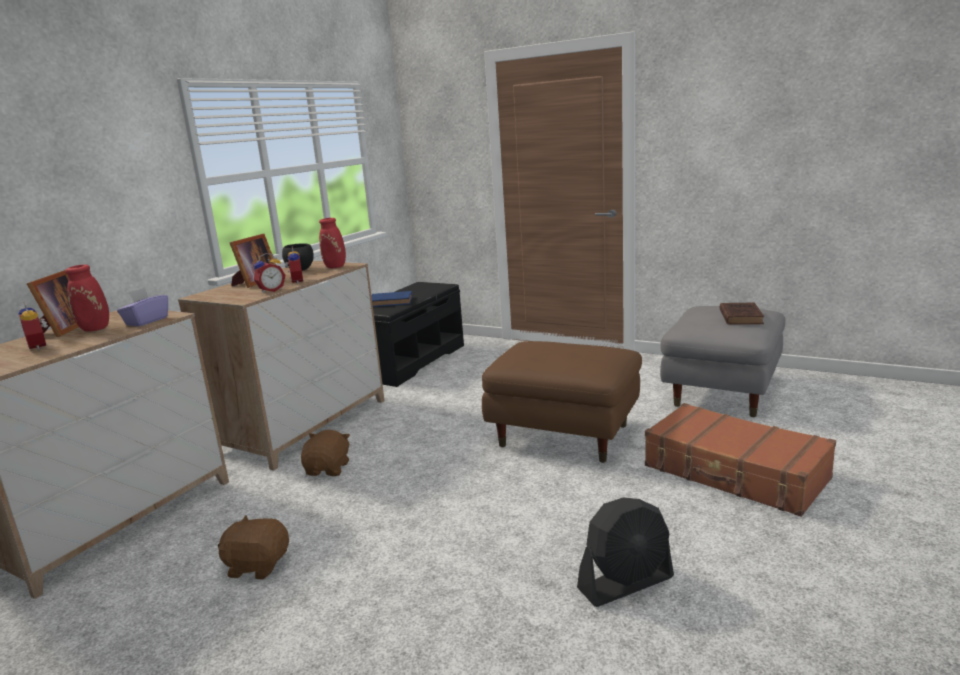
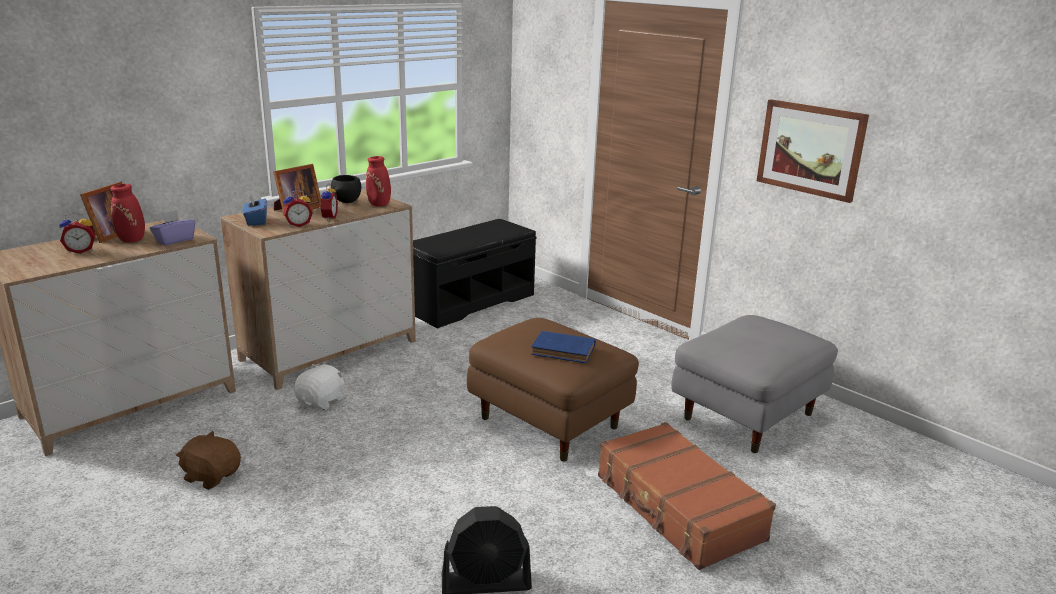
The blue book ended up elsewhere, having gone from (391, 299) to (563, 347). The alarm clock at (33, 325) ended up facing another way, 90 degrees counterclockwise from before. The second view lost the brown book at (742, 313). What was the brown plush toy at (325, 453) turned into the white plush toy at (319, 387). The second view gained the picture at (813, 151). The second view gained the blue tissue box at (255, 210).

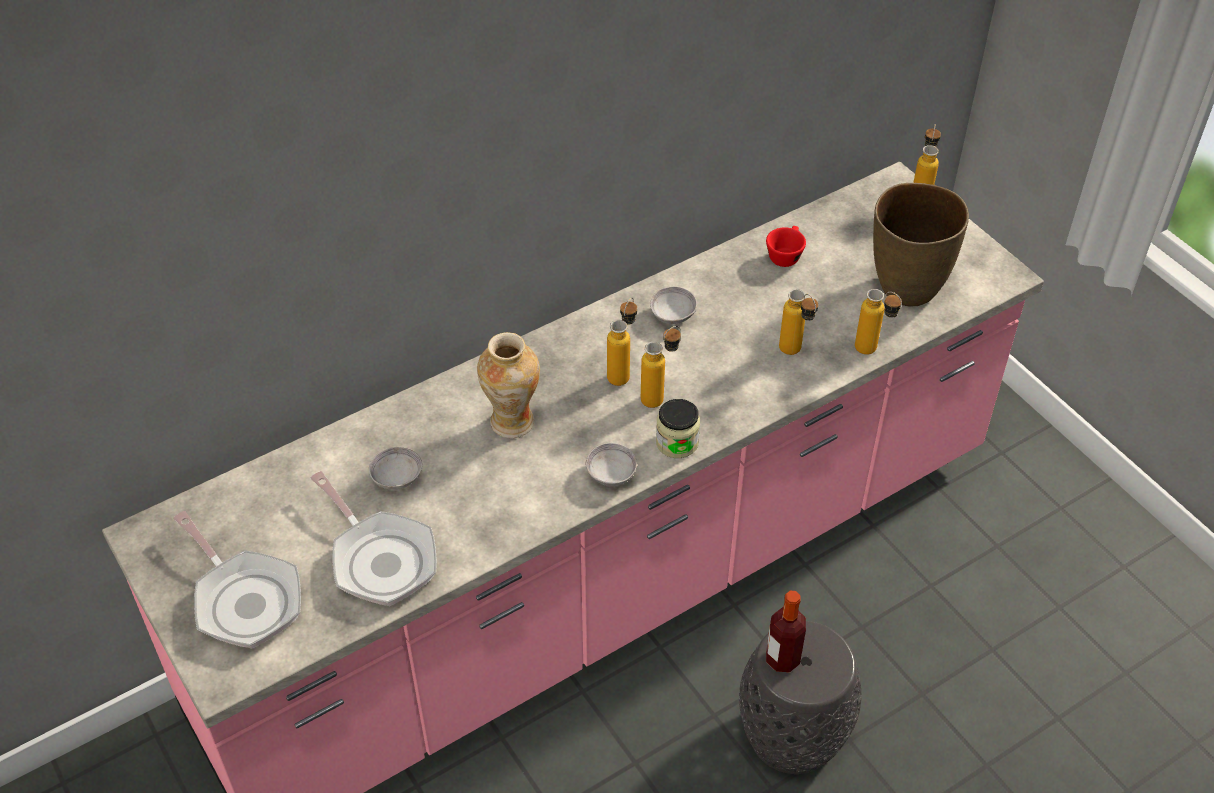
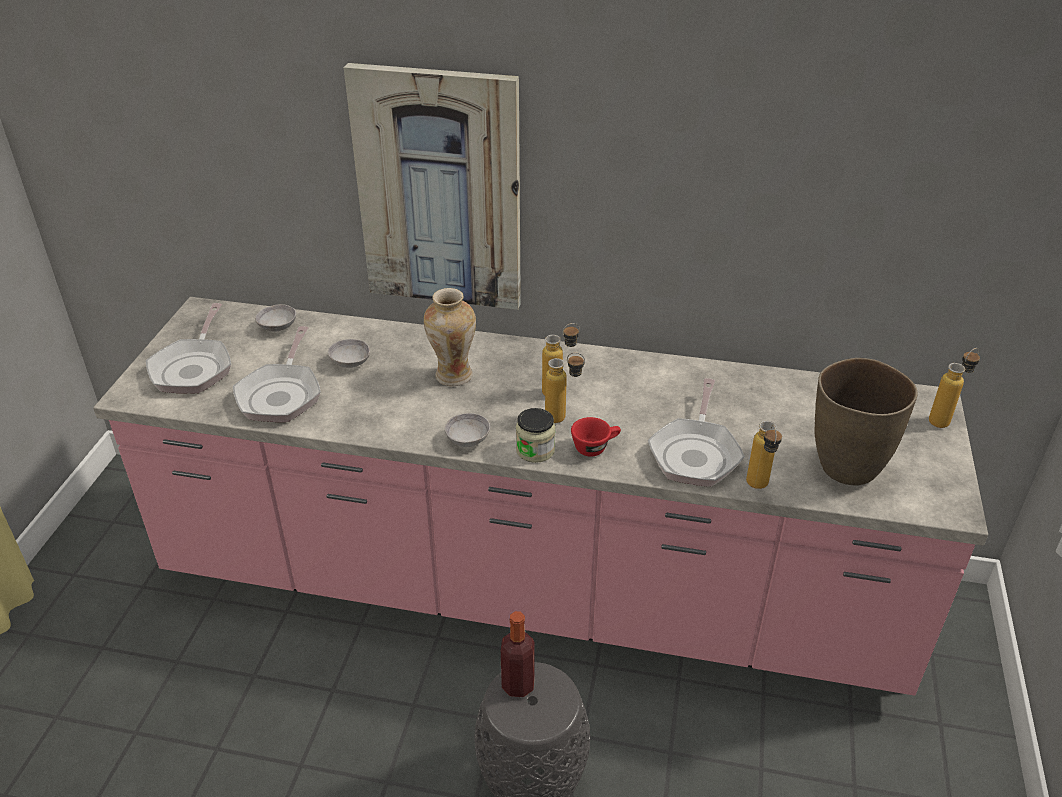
The red cup ended up elsewhere, having gone from (786, 246) to (596, 437). The grey bowl ended up elsewhere, having gone from (673, 305) to (275, 318). Where the bottle stood at (798, 322), the frying pan came to stand at (696, 432). The second view gained the picture at (432, 186).

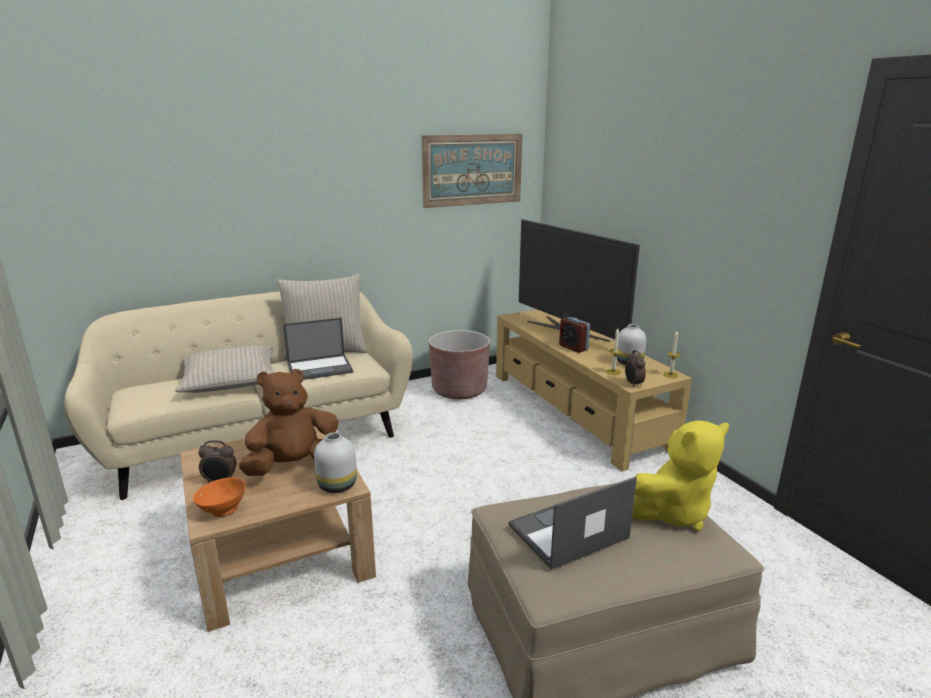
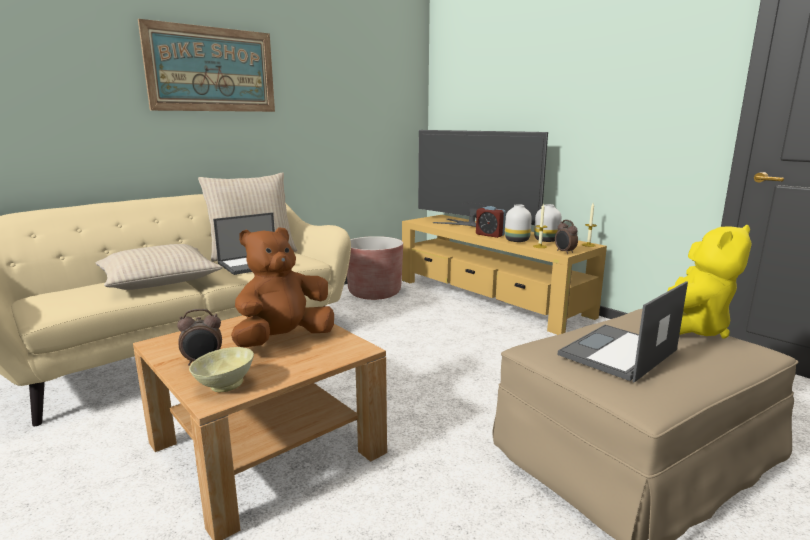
The picture ended up elsewhere, having gone from (472, 171) to (206, 65). The white vase ended up elsewhere, having gone from (335, 462) to (518, 223). What was the orange bowl at (219, 497) turned into the beige bowl at (221, 369).

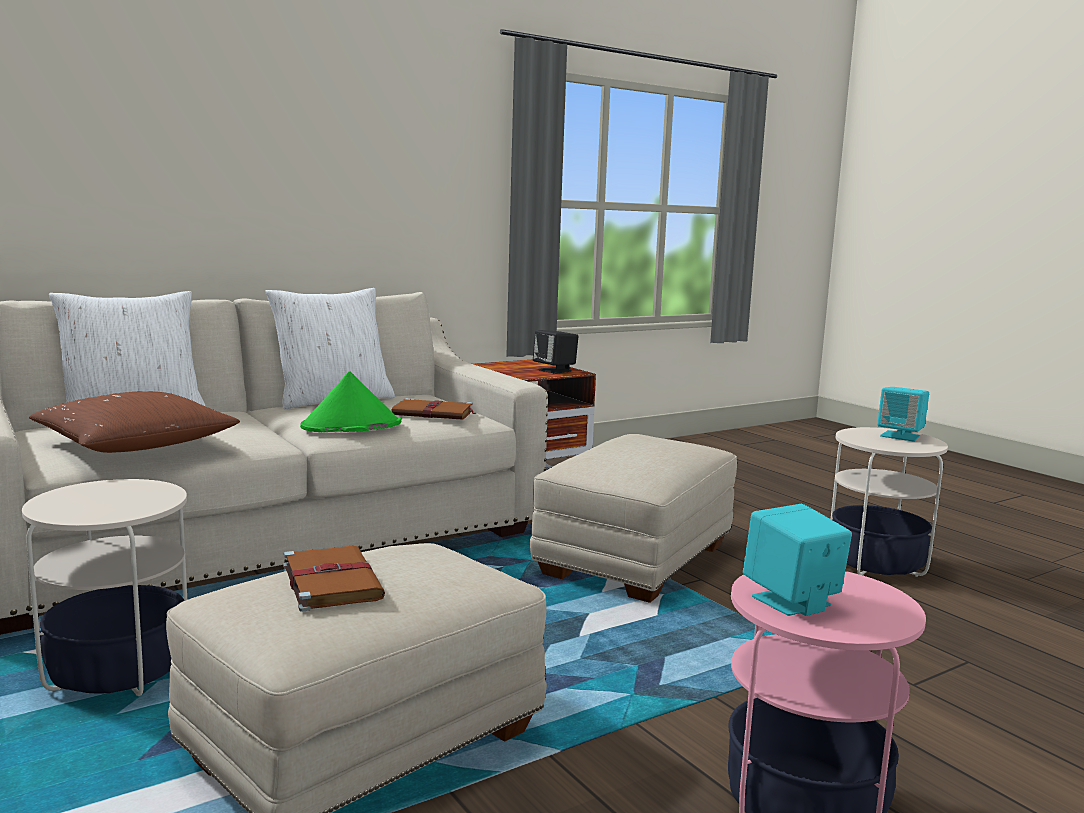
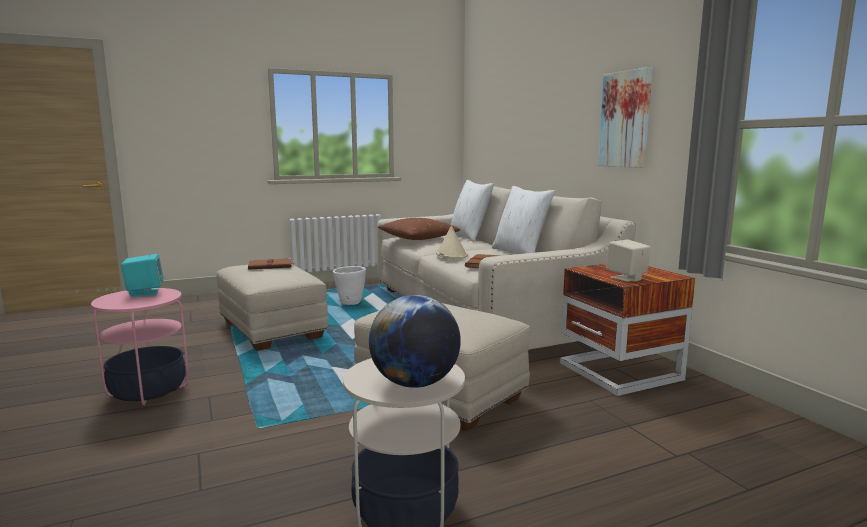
What was the black speaker at (556, 352) turned into the beige speaker at (628, 260). What was the green hat at (350, 401) turned into the beige hat at (452, 242). Where the turquoise speaker stood at (903, 414), the globe came to stand at (415, 341). Where the beige side table stood at (104, 587), the white planter came to stand at (349, 285). The second view gained the picture at (625, 117).

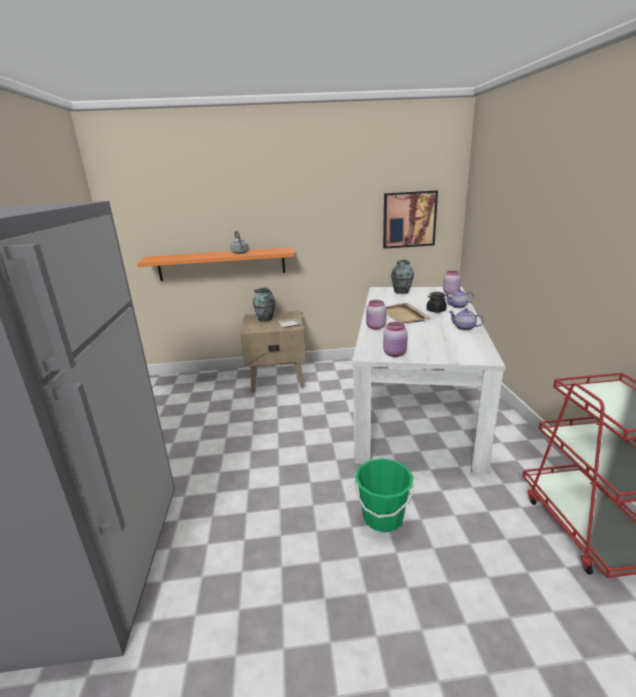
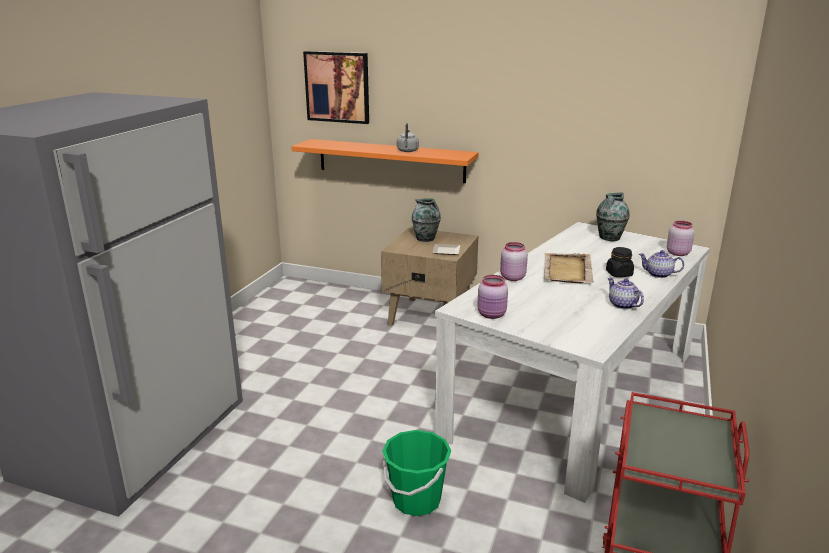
The picture ended up elsewhere, having gone from (410, 219) to (336, 87).

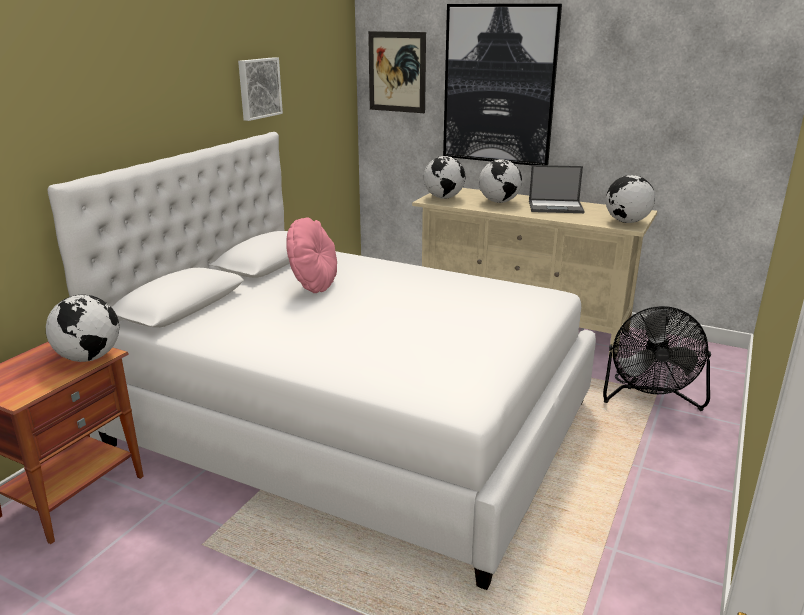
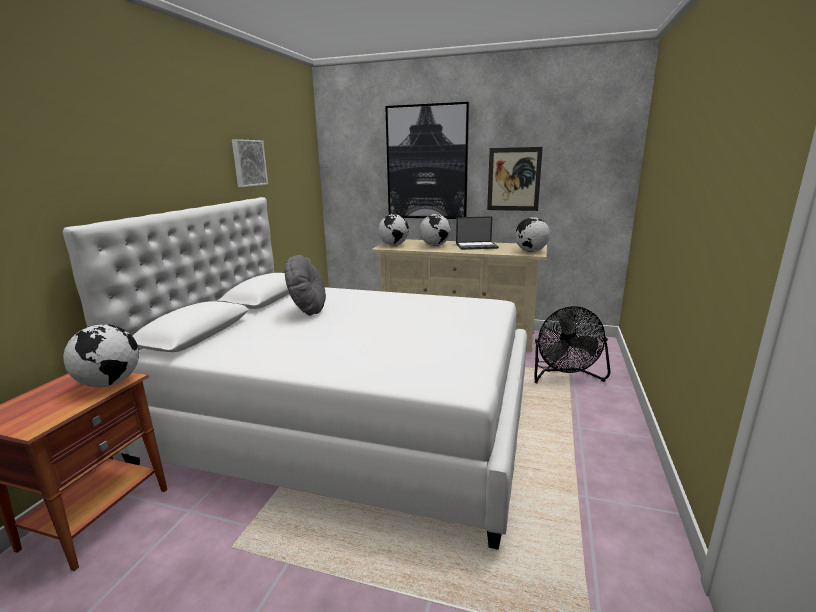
The picture ended up elsewhere, having gone from (397, 72) to (515, 179). What was the pink pillow at (311, 255) turned into the grey pillow at (305, 285).

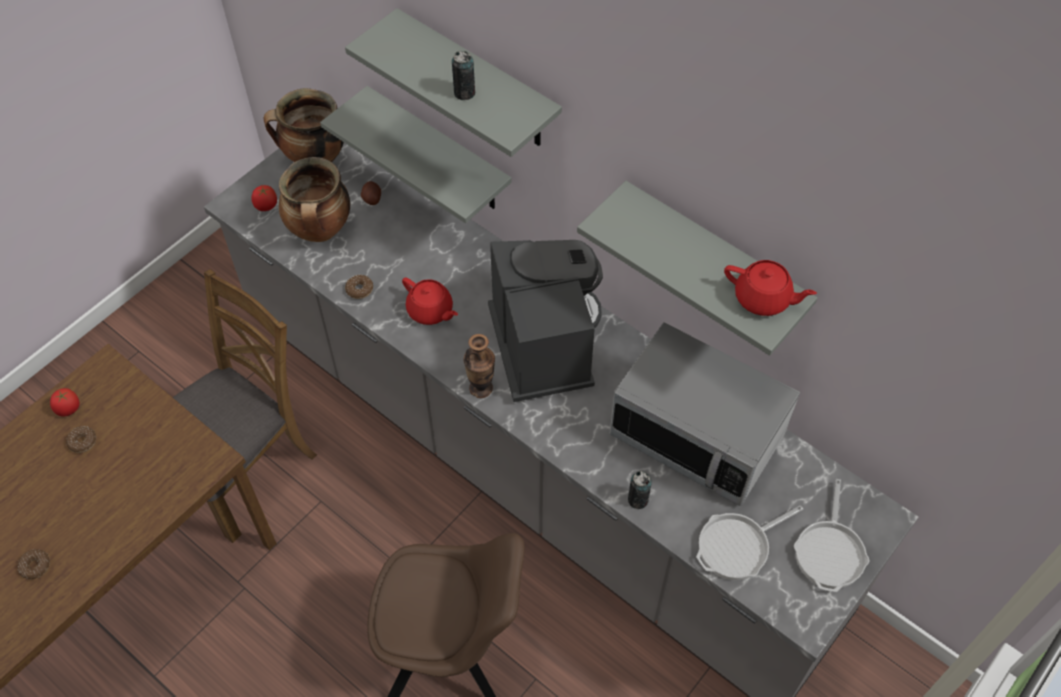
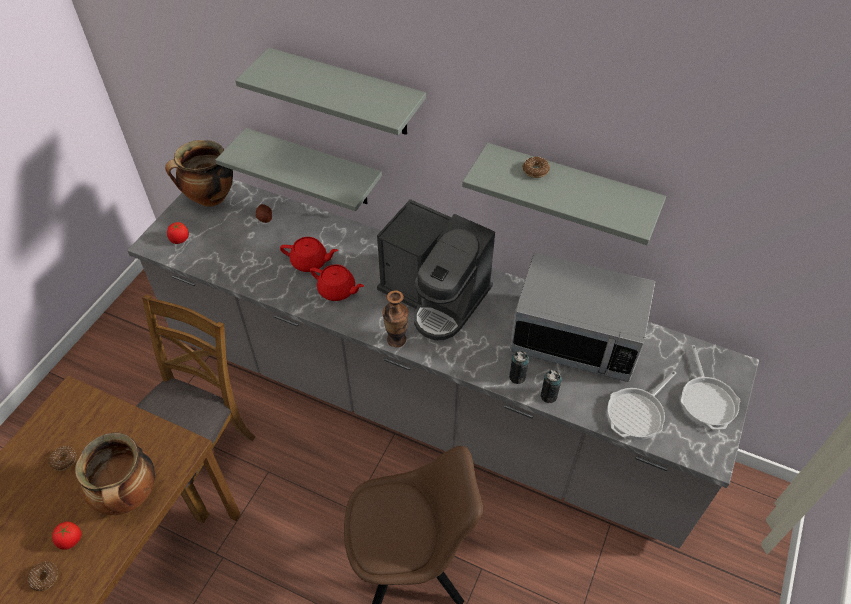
The can ended up elsewhere, having gone from (463, 75) to (519, 367). The cooking pot ended up elsewhere, having gone from (314, 199) to (115, 473). The coffee machine at (545, 321) ended up facing another way, 150 degrees clockwise from before. The red teapot ended up elsewhere, having gone from (770, 288) to (309, 254). The donut ended up elsewhere, having gone from (359, 287) to (536, 167). The tomato ended up elsewhere, having gone from (65, 402) to (66, 535).

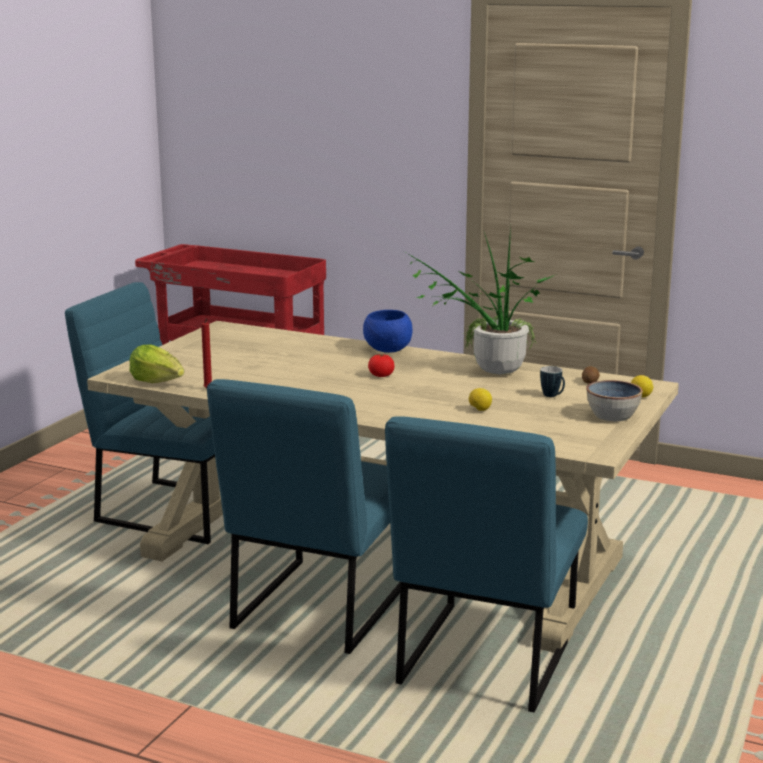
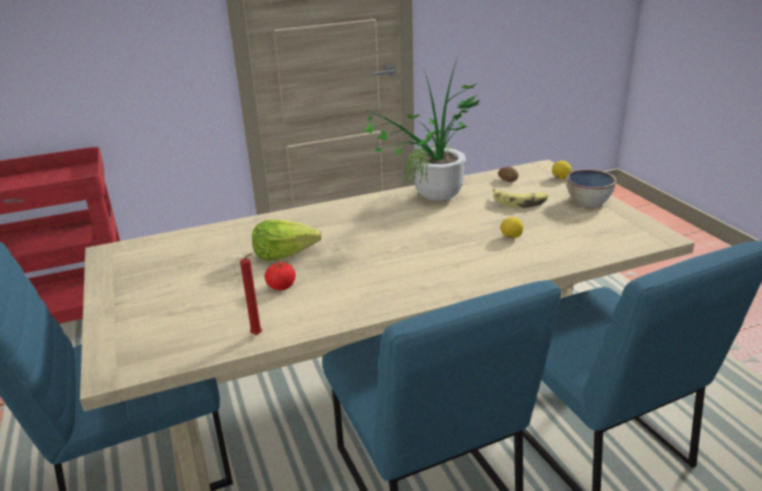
The second view lost the blue bowl at (387, 331). The lettuce ended up elsewhere, having gone from (157, 363) to (287, 240). The tomato ended up elsewhere, having gone from (381, 365) to (280, 276). Where the mug stood at (552, 381), the banana came to stand at (520, 198).

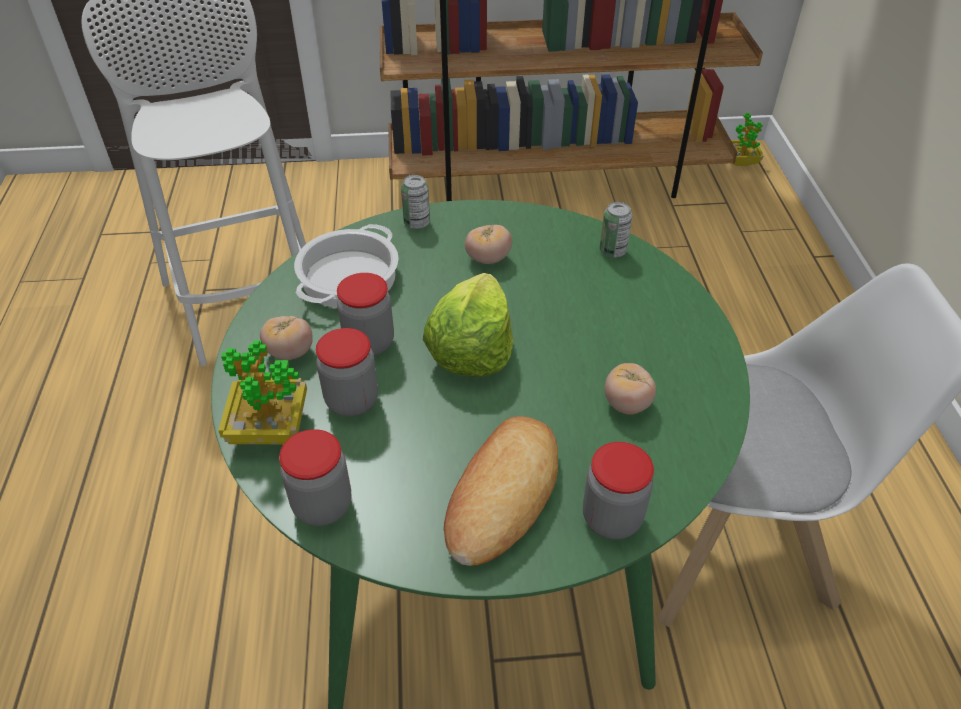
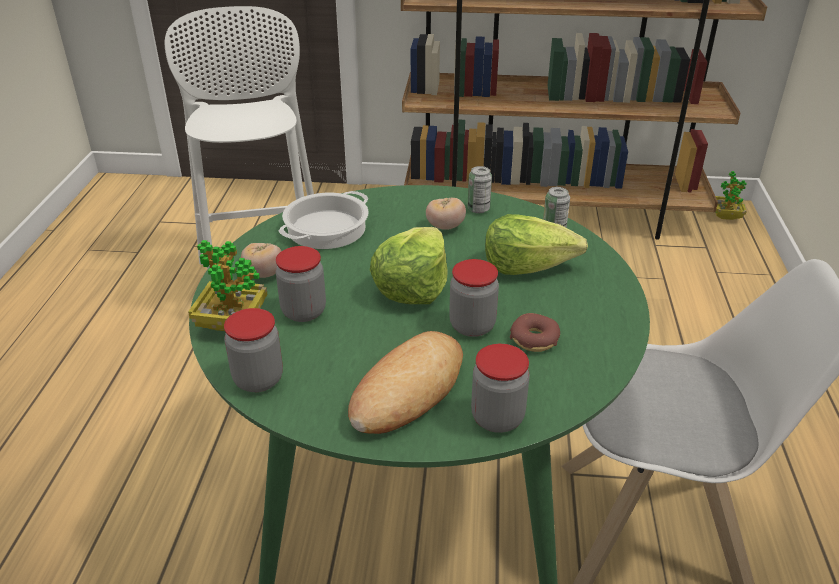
The can ended up elsewhere, having gone from (415, 202) to (479, 189). The jar ended up elsewhere, having gone from (365, 314) to (474, 298). Where the tomato stood at (630, 389), the donut came to stand at (535, 332). The second view gained the lettuce at (536, 244).

